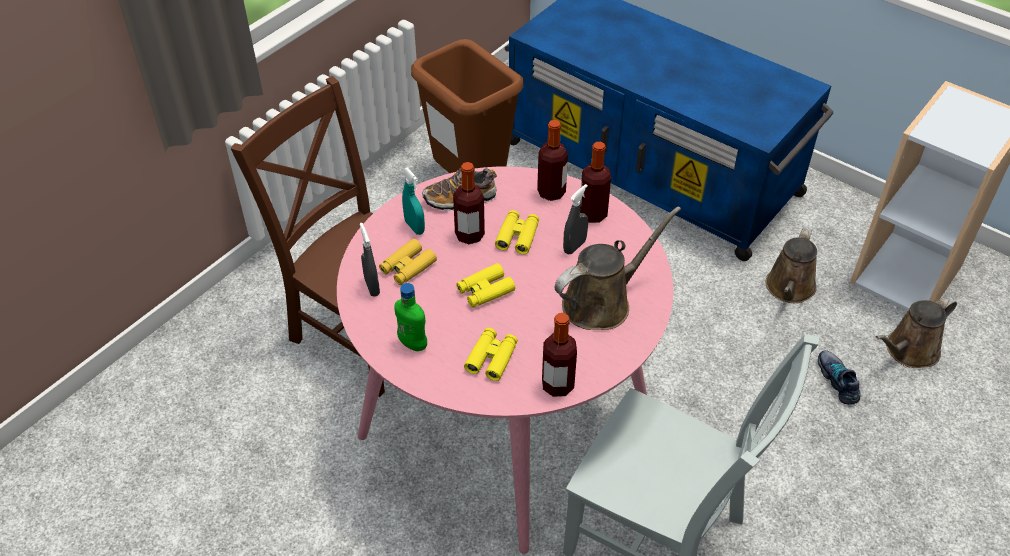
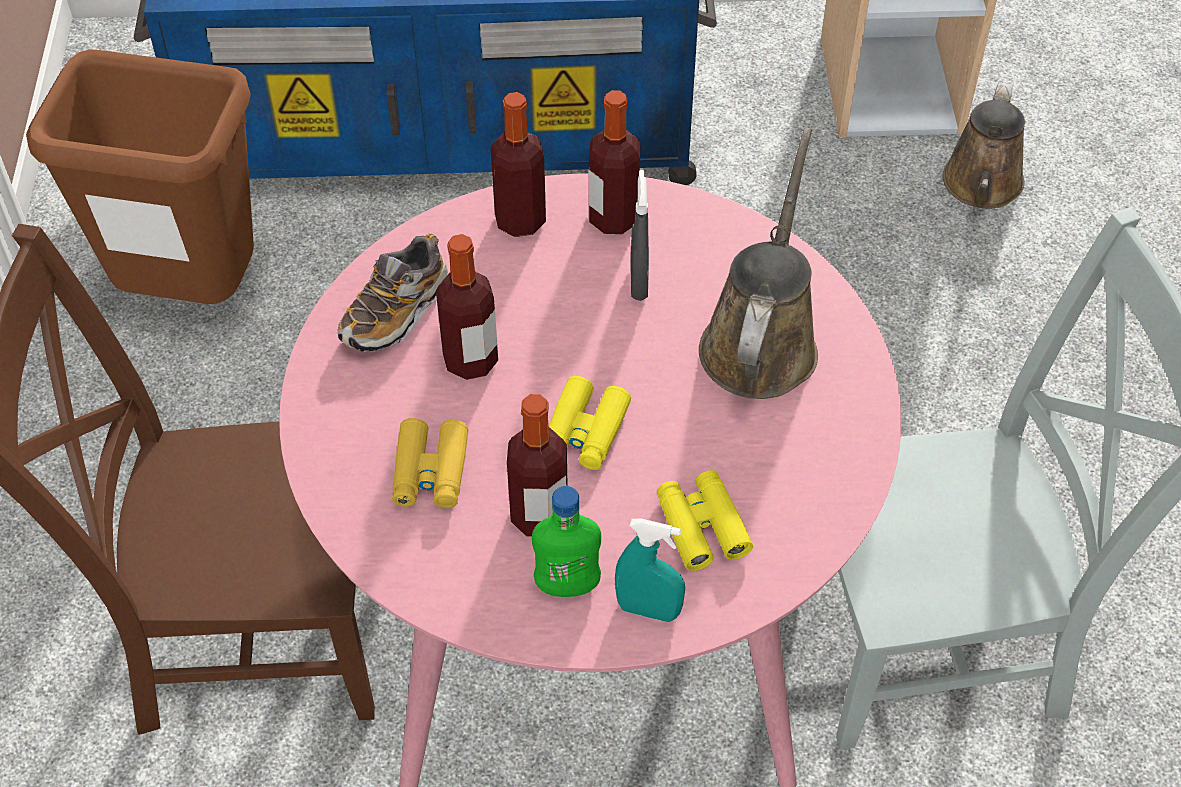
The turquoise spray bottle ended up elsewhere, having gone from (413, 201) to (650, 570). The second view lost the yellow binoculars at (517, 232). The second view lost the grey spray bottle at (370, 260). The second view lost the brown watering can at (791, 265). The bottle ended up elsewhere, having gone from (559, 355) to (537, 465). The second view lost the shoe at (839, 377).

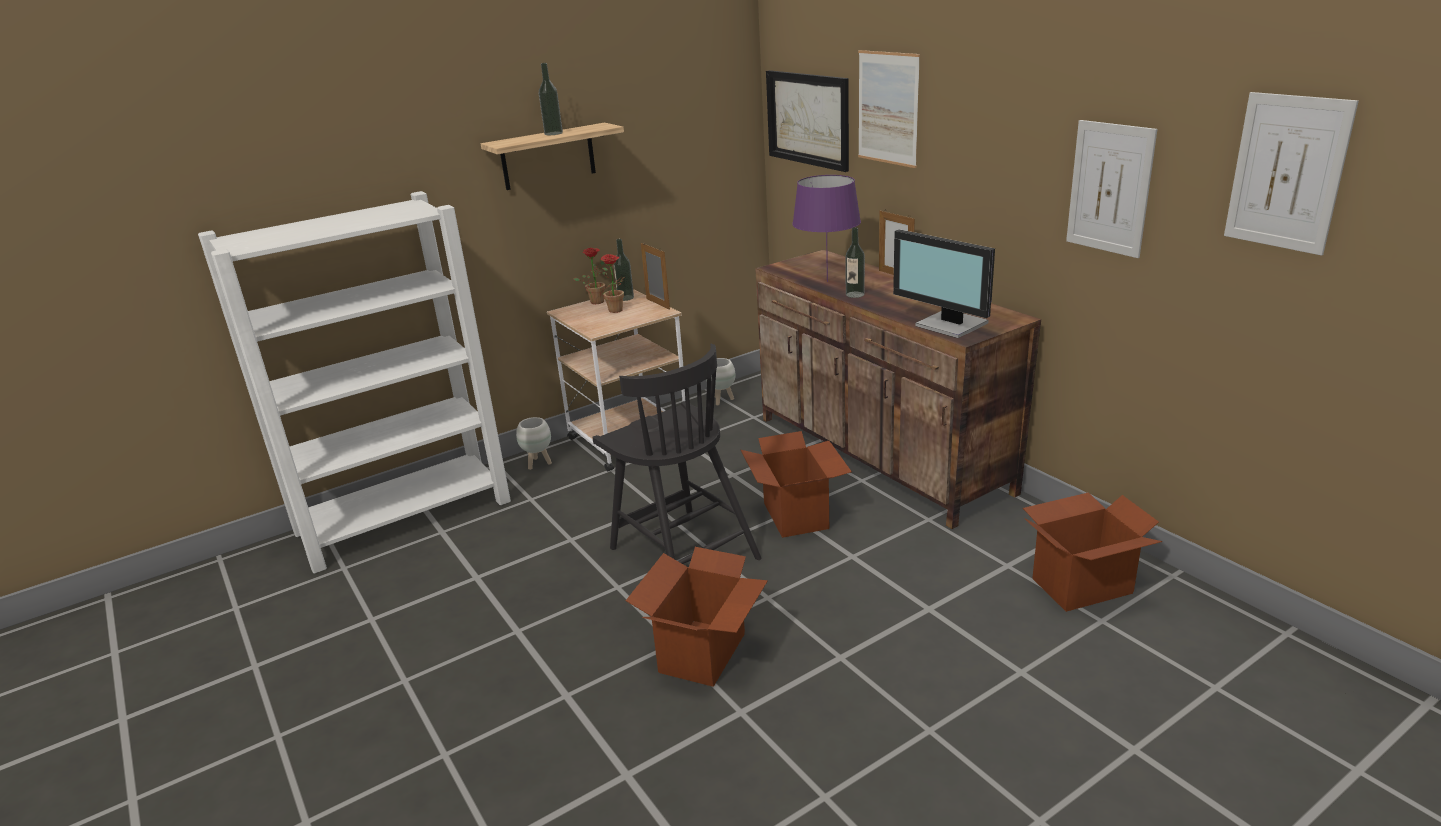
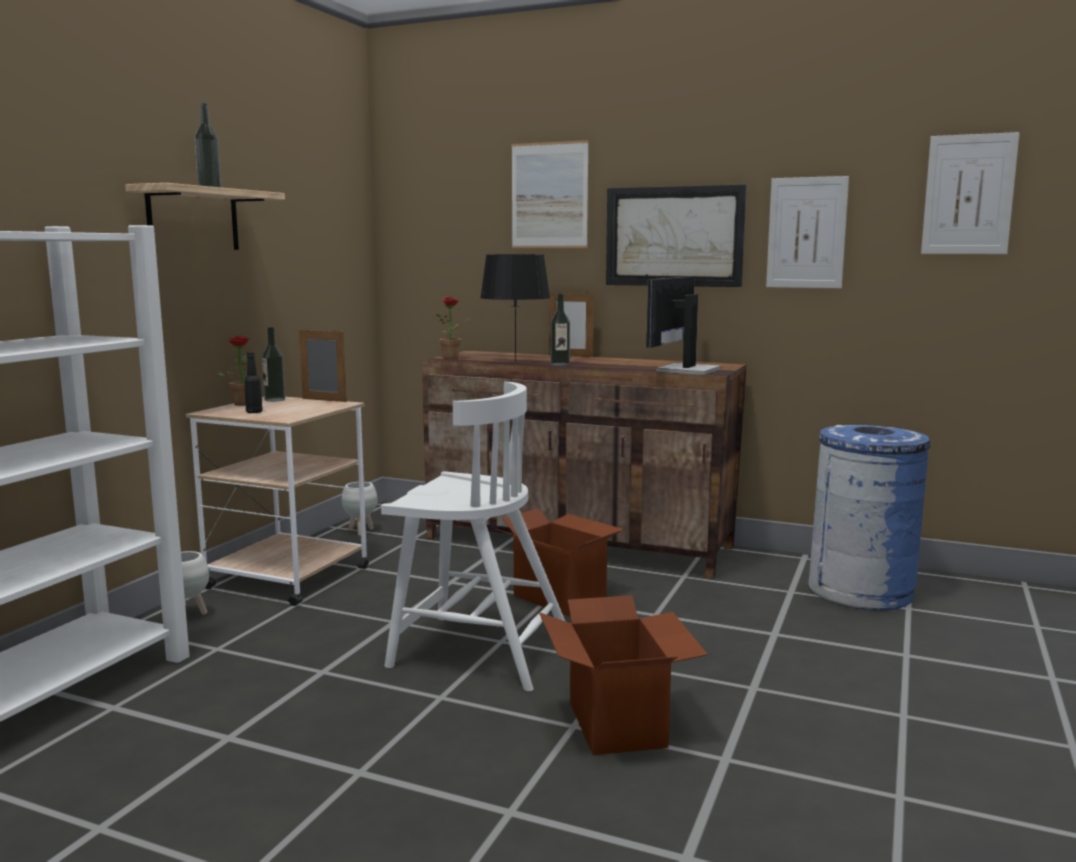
The picture ended up elsewhere, having gone from (807, 121) to (676, 235). What was the purple table lamp at (826, 228) turned into the black table lamp at (515, 307). The monitor at (944, 283) ended up facing another way, 105 degrees clockwise from before. The potted plant ended up elsewhere, having gone from (611, 283) to (453, 328). What was the black chair at (677, 453) turned into the white chair at (473, 536). Where the cardboard box stood at (1092, 552), the blue trash can came to stand at (869, 517). The second view gained the black bottle at (253, 382).

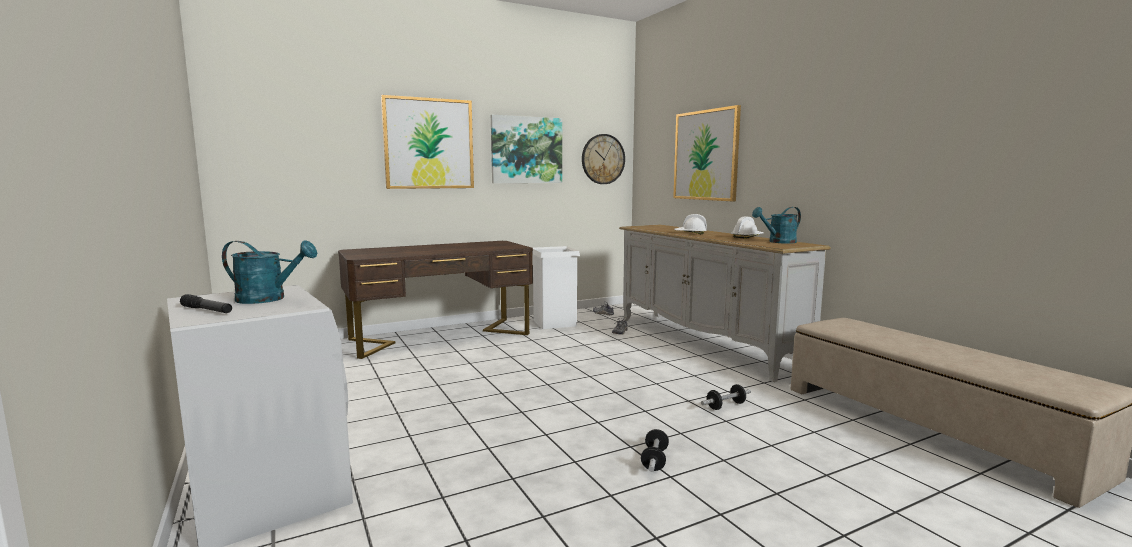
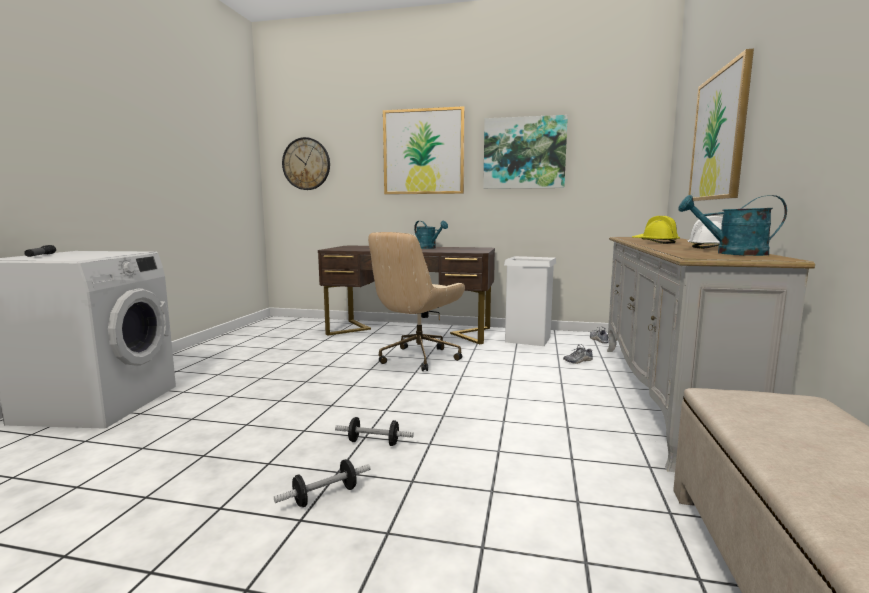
The wall clock ended up elsewhere, having gone from (603, 159) to (306, 163). What was the white hard hat at (690, 224) turned into the yellow hard hat at (656, 230). The turquoise watering can ended up elsewhere, having gone from (269, 272) to (431, 235). The dumbbell ended up elsewhere, having gone from (726, 397) to (374, 431). The second view gained the beige office chair at (416, 301).

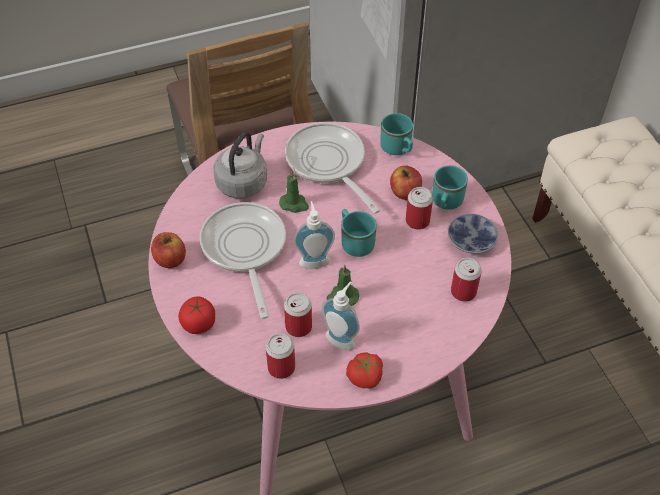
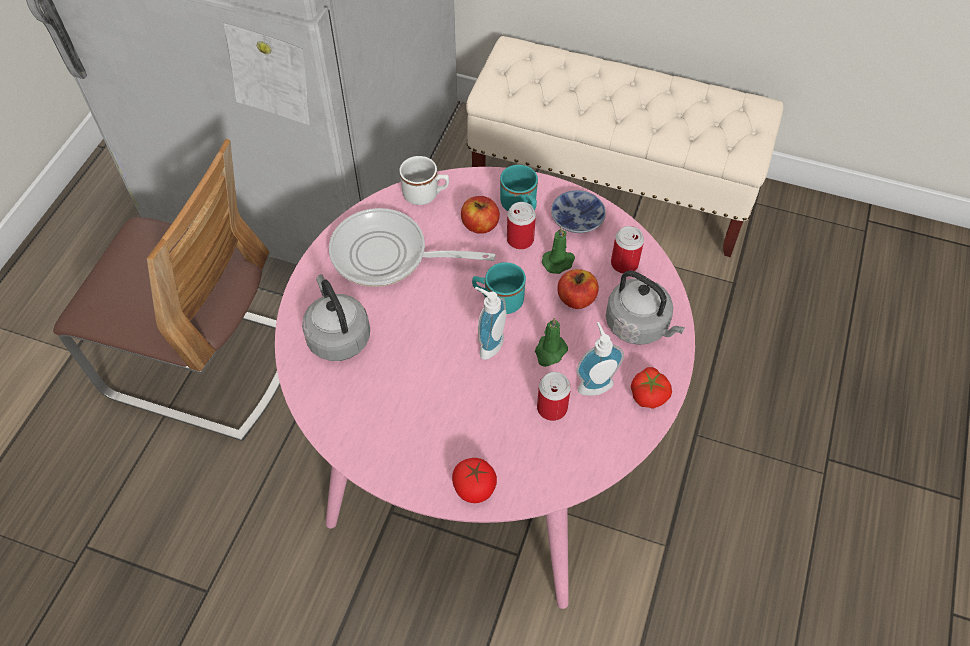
What was the turquoise mug at (396, 134) turned into the white mug at (424, 180). The green candle ended up elsewhere, having gone from (294, 192) to (558, 250). The second view lost the frying pan at (243, 260). The apple ended up elsewhere, having gone from (168, 250) to (578, 289). The second view lost the can at (280, 356). The second view gained the grey kettle at (645, 308).

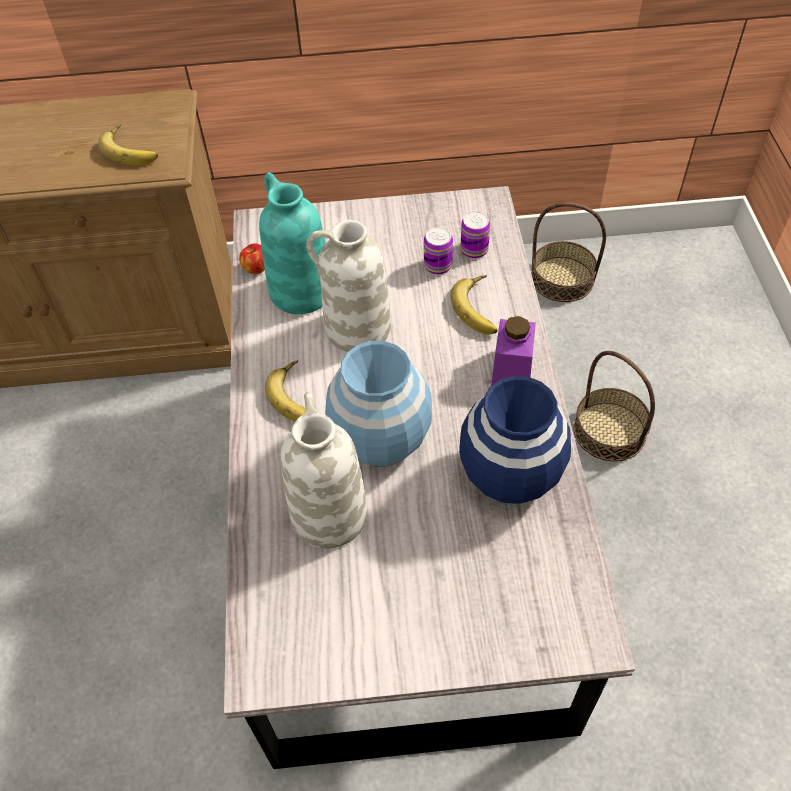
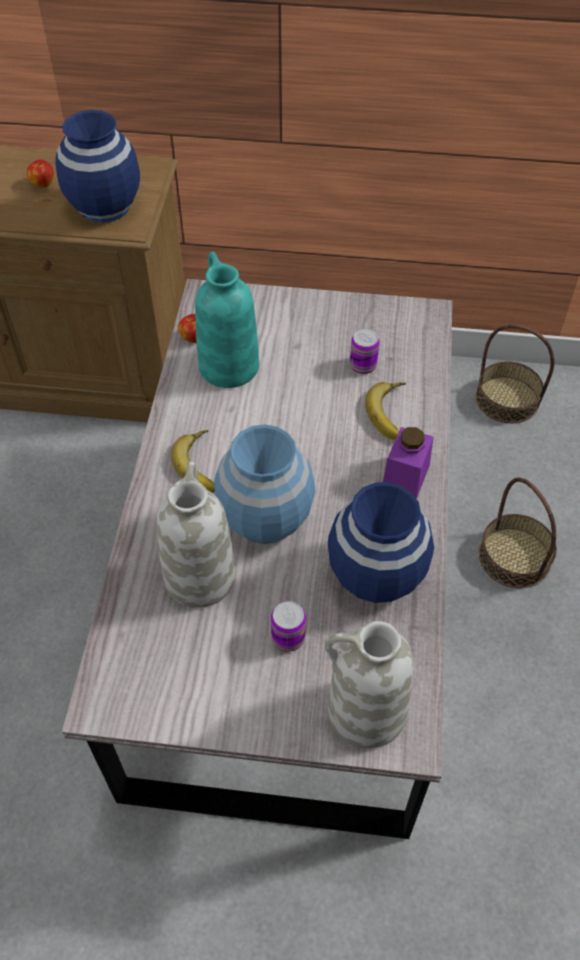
Where the banana stood at (128, 144), the blue vase came to stand at (98, 166). The can ended up elsewhere, having gone from (475, 235) to (288, 626). The white vase ended up elsewhere, having gone from (348, 286) to (369, 685). The second view gained the apple at (40, 173).

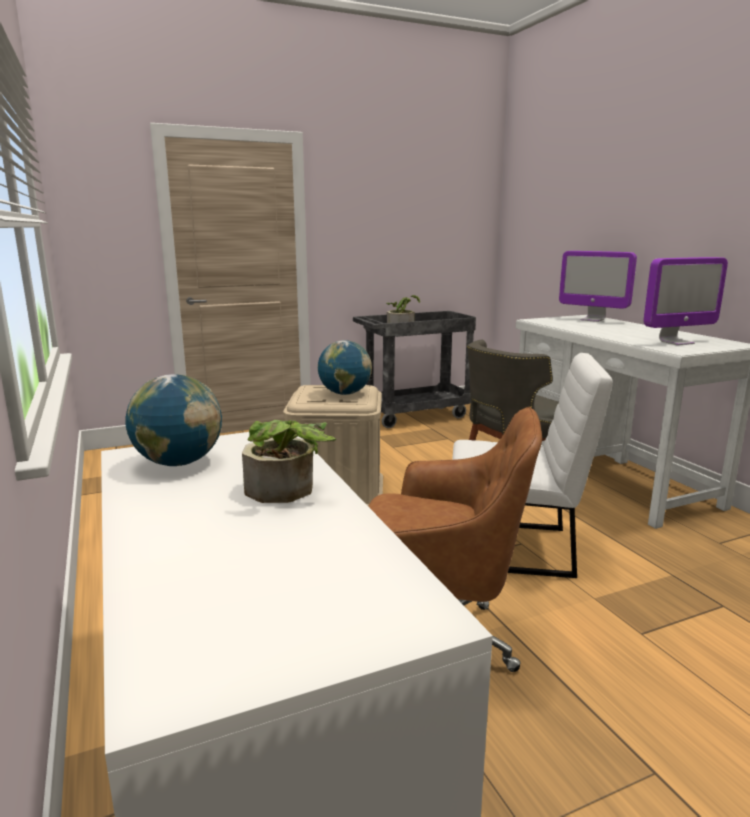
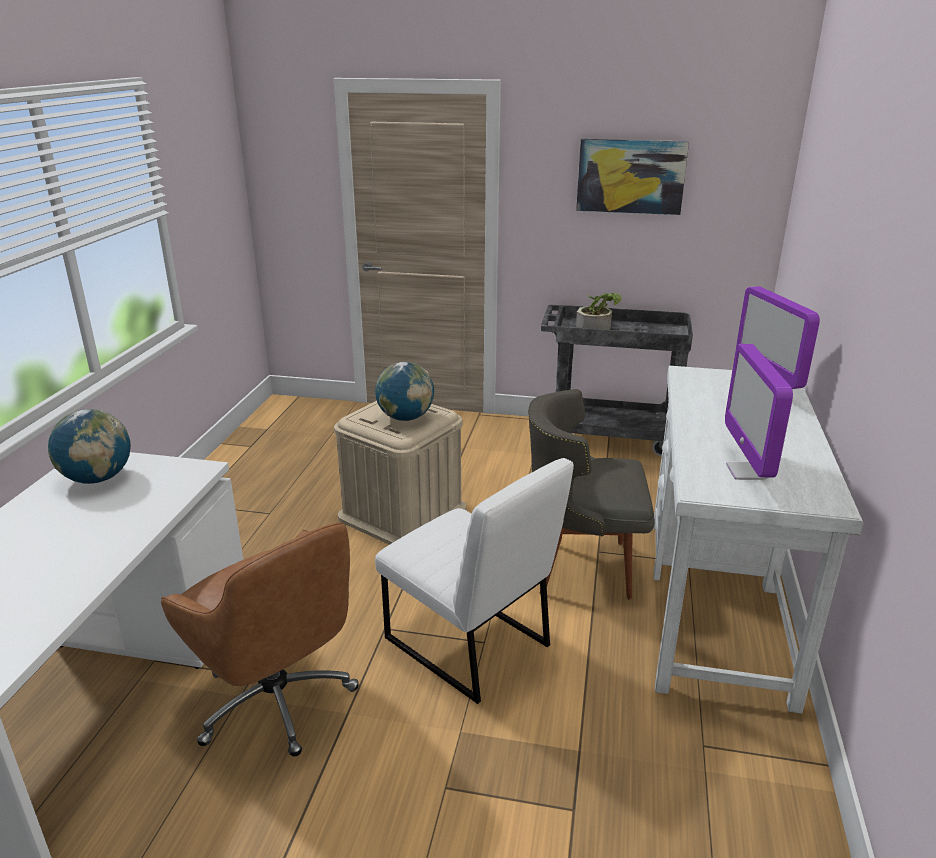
The monitor at (685, 301) ended up facing another way, 75 degrees clockwise from before. The second view lost the potted plant at (289, 461). The second view gained the picture at (632, 177).

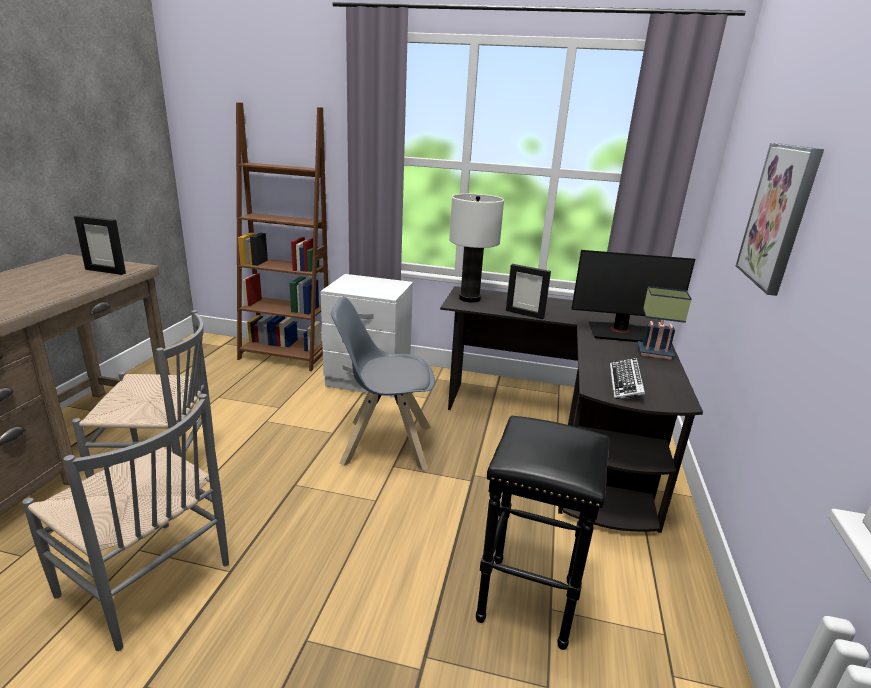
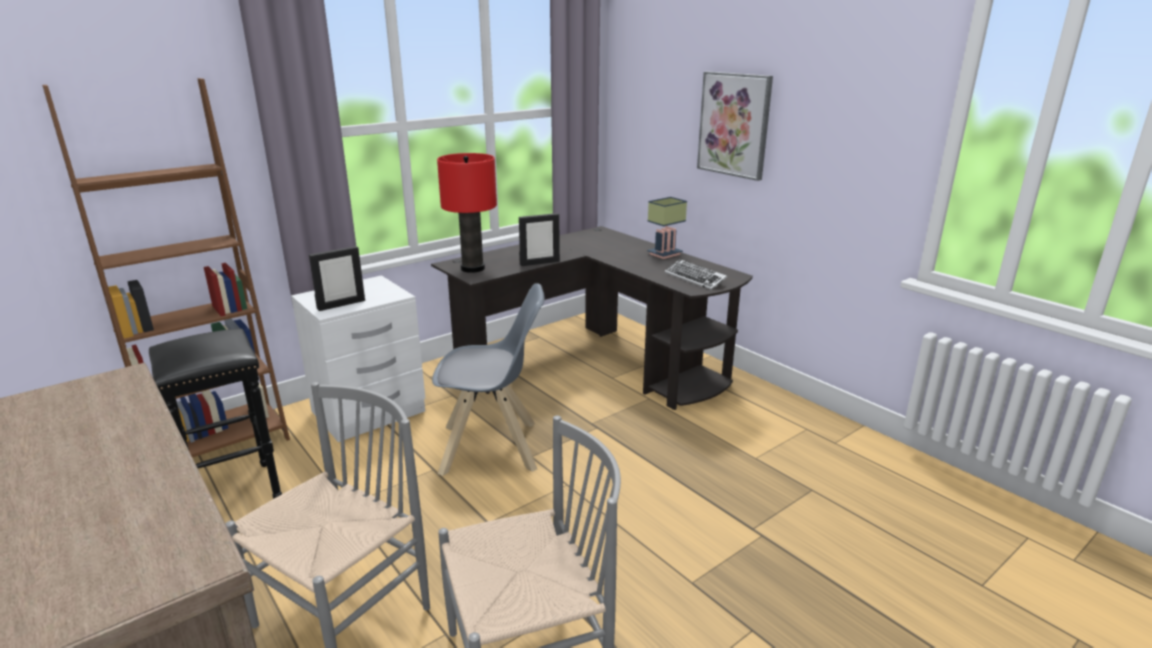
What was the white table lamp at (476, 248) turned into the red table lamp at (467, 213). The picture frame ended up elsewhere, having gone from (100, 245) to (337, 278). The second view lost the monitor at (633, 296). The grey chair at (383, 384) ended up facing another way, 135 degrees counterclockwise from before. The black stool ended up elsewhere, having gone from (542, 533) to (215, 414).

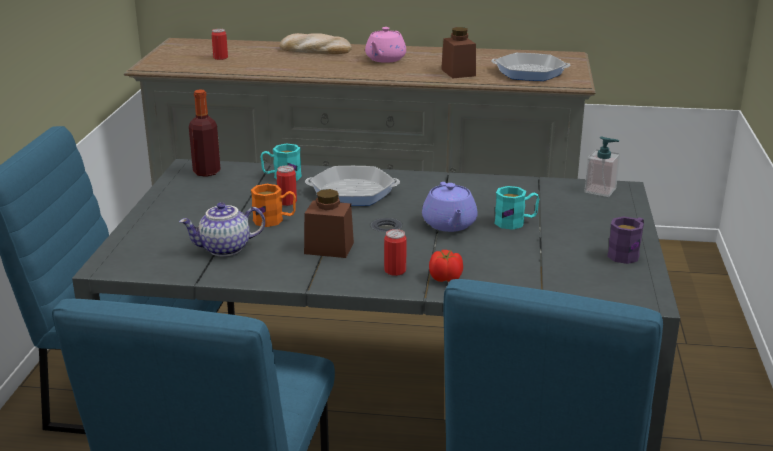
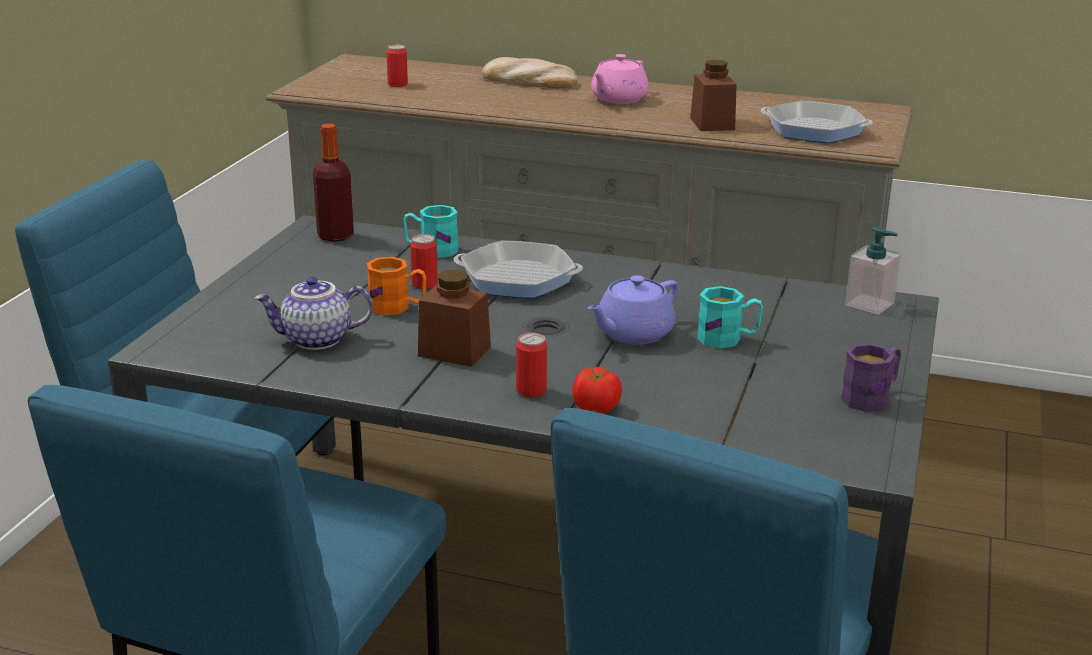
The purple teapot at (450, 207) ended up facing another way, 45 degrees clockwise from before.

